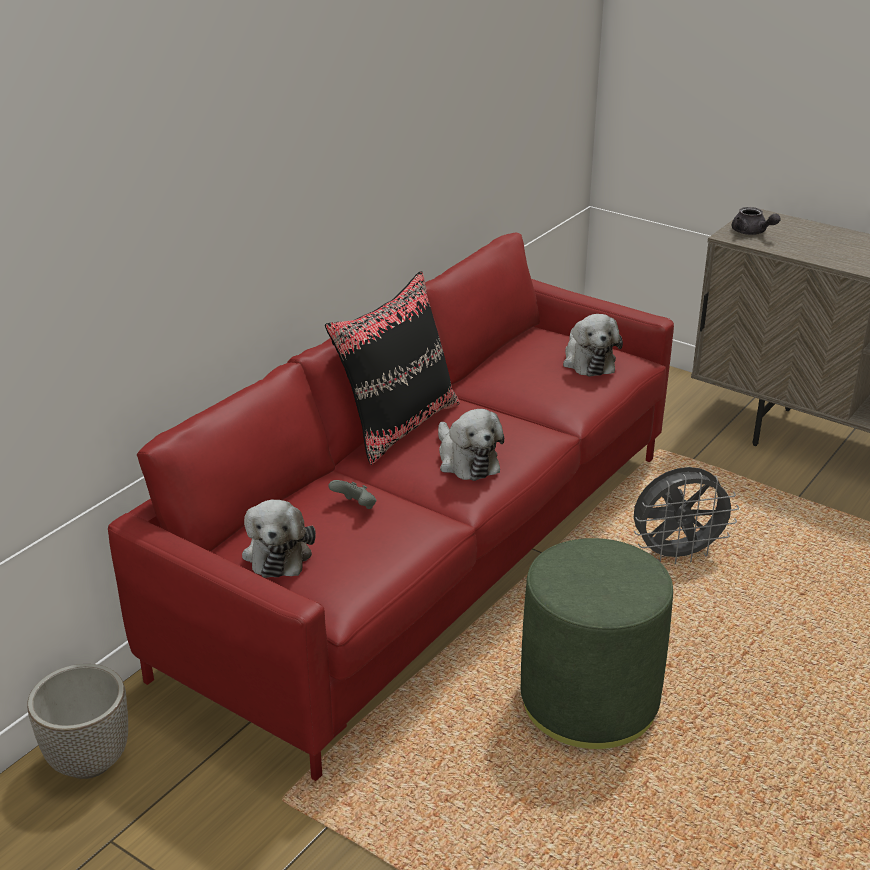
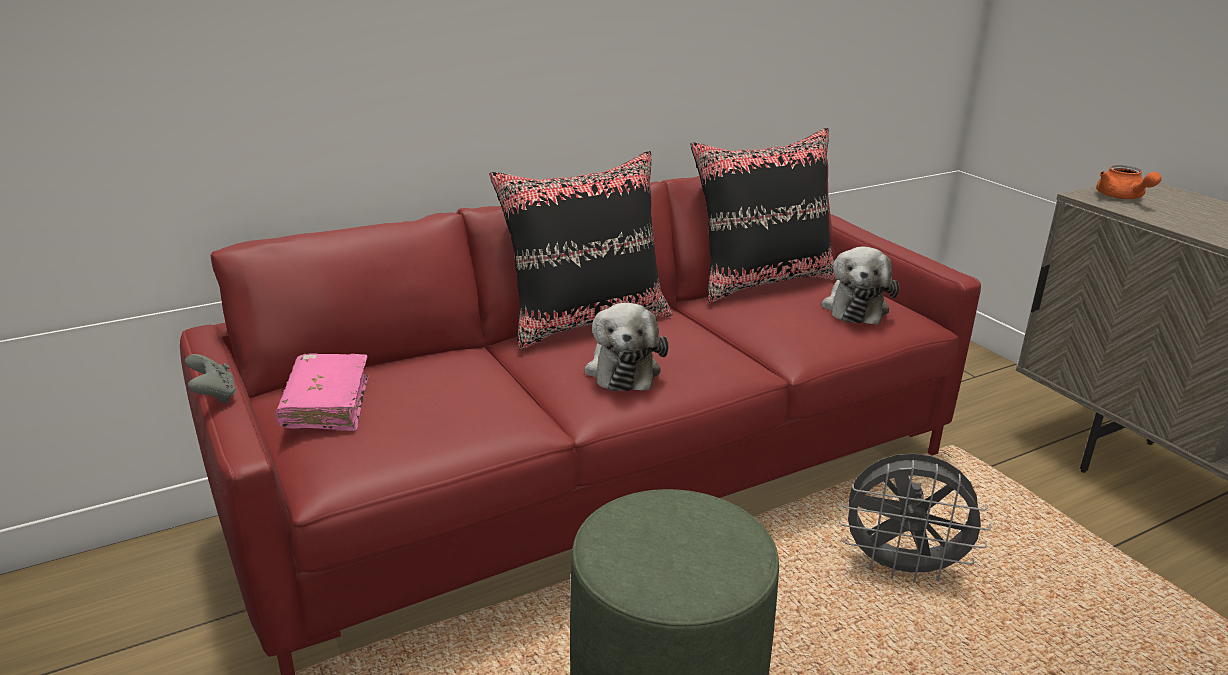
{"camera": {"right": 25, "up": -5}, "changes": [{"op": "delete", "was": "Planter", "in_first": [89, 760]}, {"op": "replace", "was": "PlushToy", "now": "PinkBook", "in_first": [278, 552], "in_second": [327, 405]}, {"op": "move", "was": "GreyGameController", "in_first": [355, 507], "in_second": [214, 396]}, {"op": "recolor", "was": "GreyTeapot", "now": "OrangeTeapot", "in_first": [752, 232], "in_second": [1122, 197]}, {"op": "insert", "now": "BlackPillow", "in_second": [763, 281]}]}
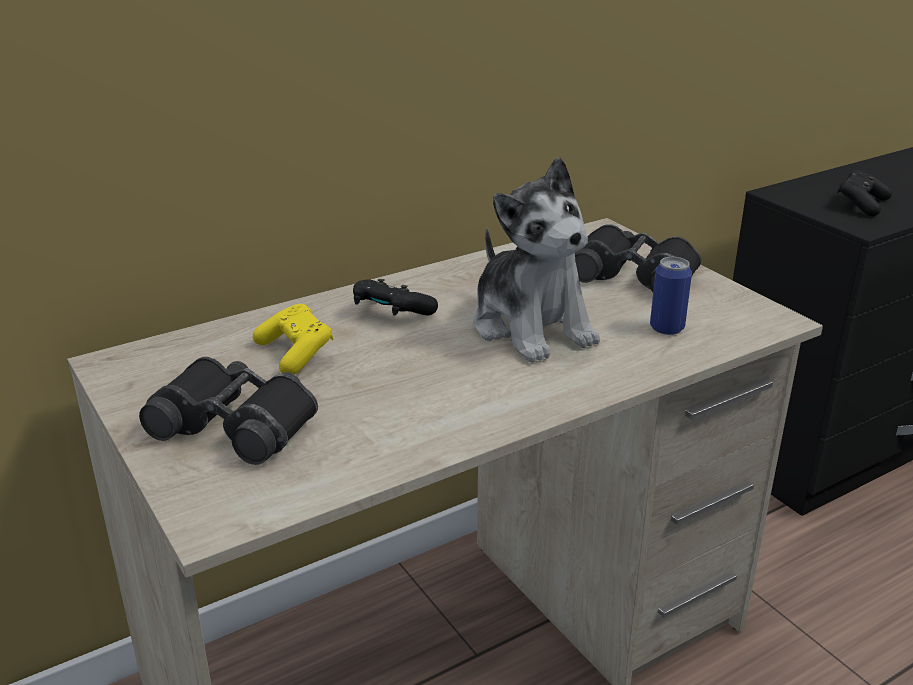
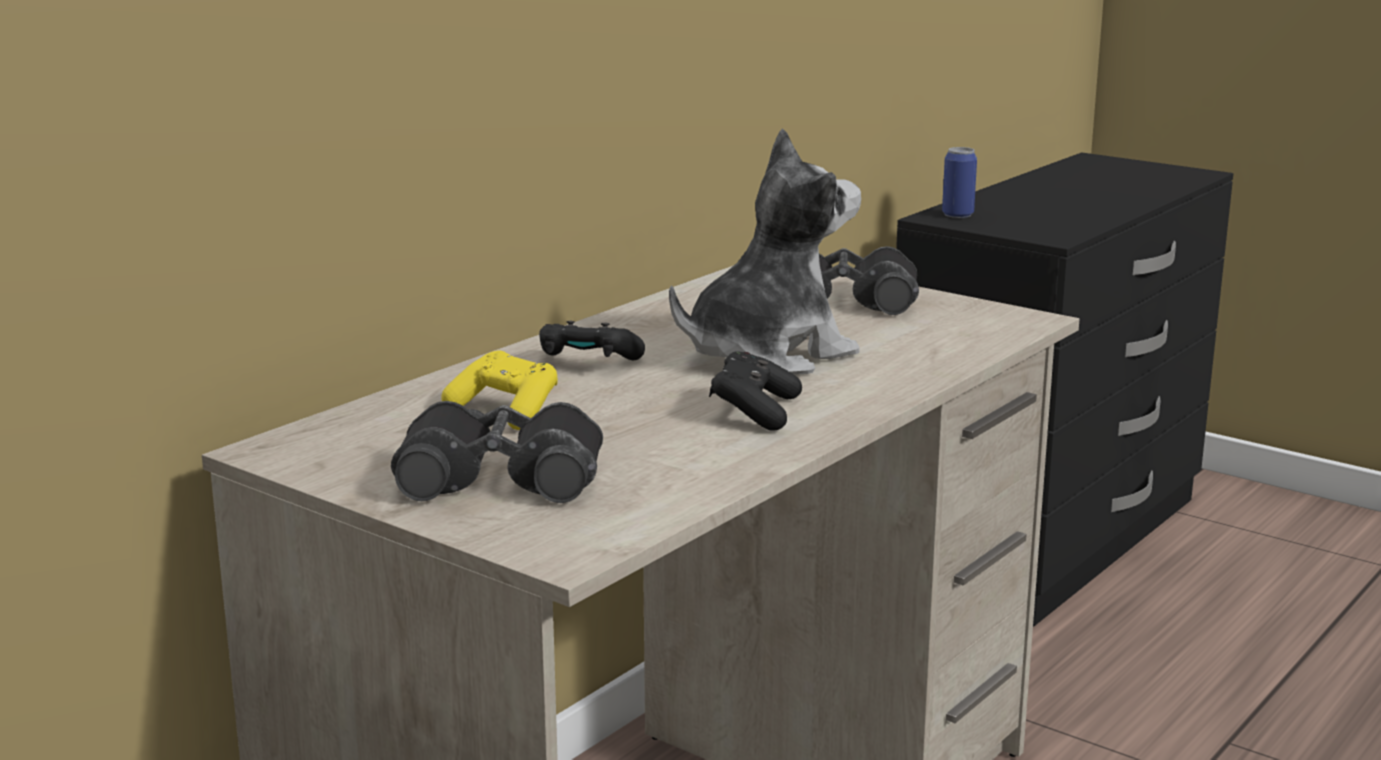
{"camera": {"right": -20, "up": -10}, "changes": [{"op": "rotate", "was": "PlushToy", "in_first": [531, 326], "in_second": [767, 355], "clockwise": -75}, {"op": "move", "was": "Can", "in_first": [667, 328], "in_second": [957, 215]}, {"op": "move", "was": "BlackGameController", "in_first": [861, 204], "in_second": [754, 411]}]}
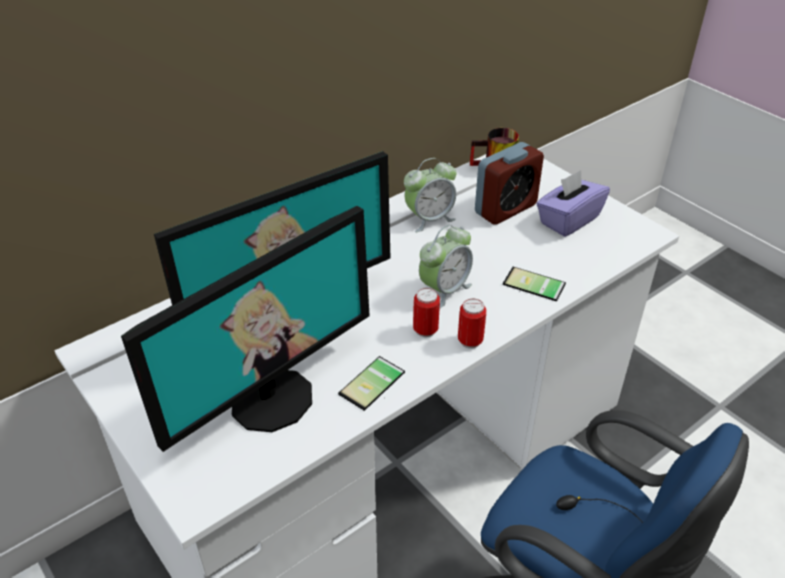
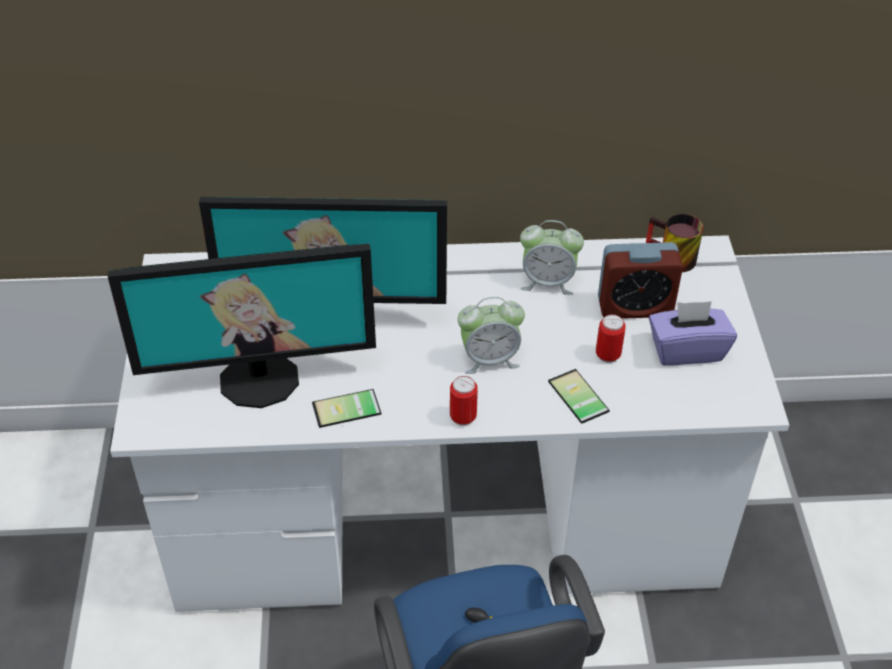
{"camera": {"right": 35, "up": 5}, "changes": [{"op": "move", "was": "Can", "in_first": [425, 330], "in_second": [607, 355]}]}
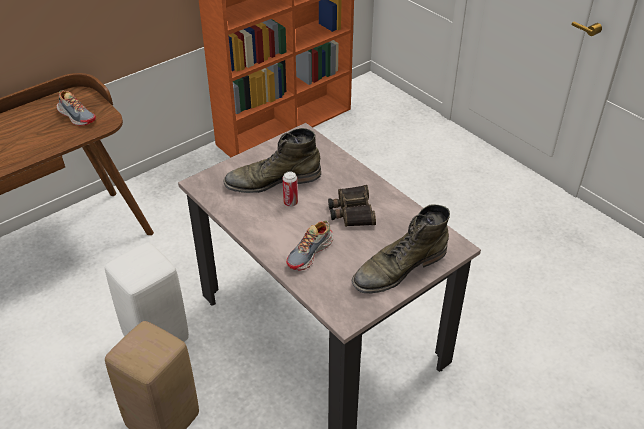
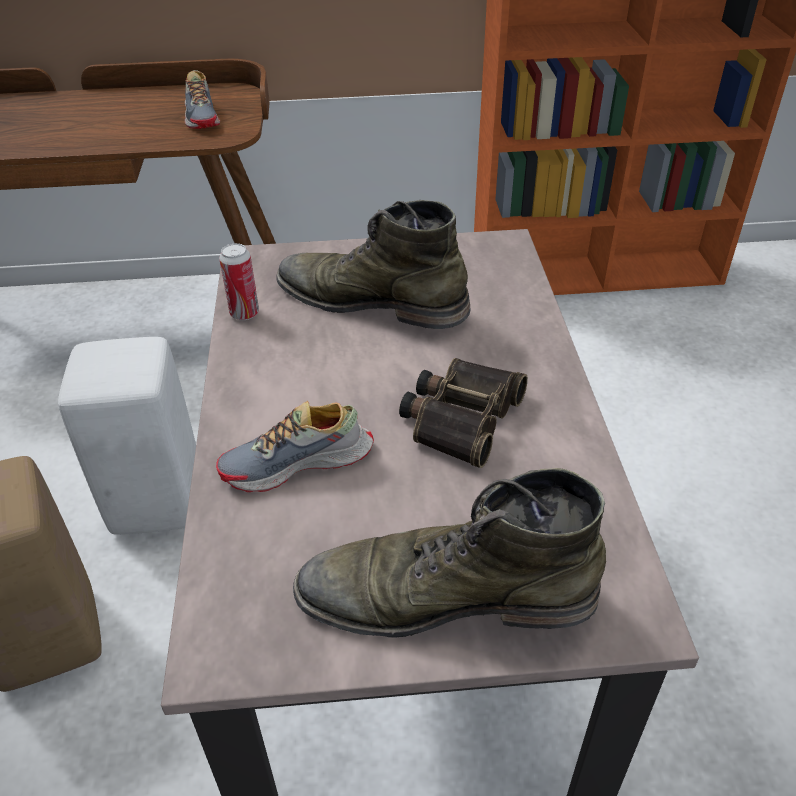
{"camera": {"right": 35, "up": 0}, "changes": [{"op": "move", "was": "Can", "in_first": [290, 203], "in_second": [244, 313]}]}
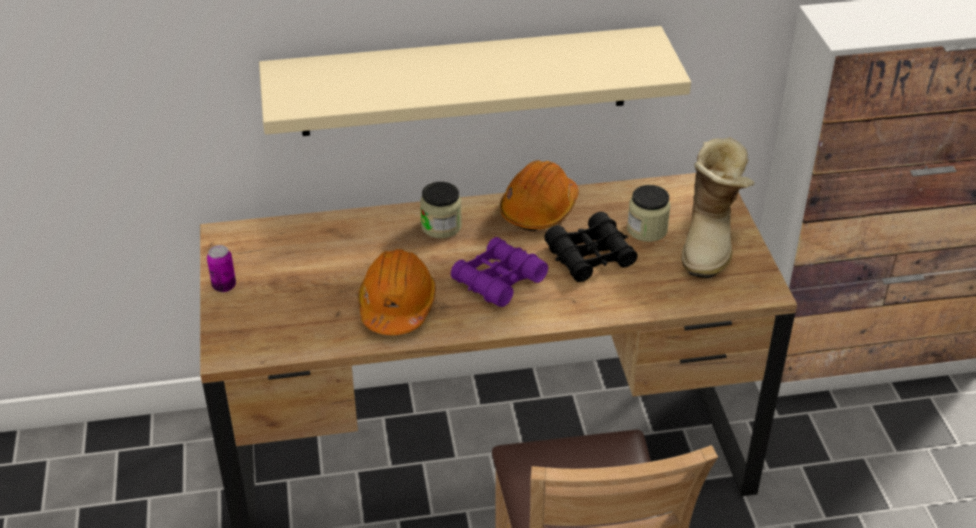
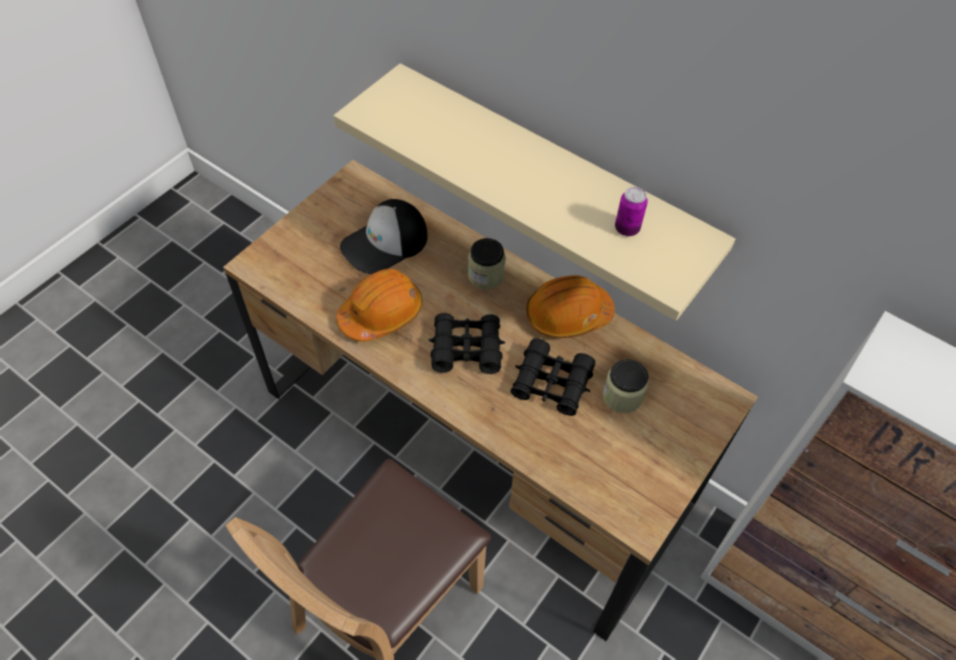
{"camera": {"right": 45, "up": 15}, "changes": [{"op": "move", "was": "Can", "in_first": [224, 286], "in_second": [627, 228]}, {"op": "recolor", "was": "PurpleBinoculars", "now": "BlackBinoculars", "in_first": [498, 280], "in_second": [466, 349]}, {"op": "delete", "was": "Boot", "in_first": [711, 242]}, {"op": "insert", "now": "Cap", "in_second": [385, 243]}]}
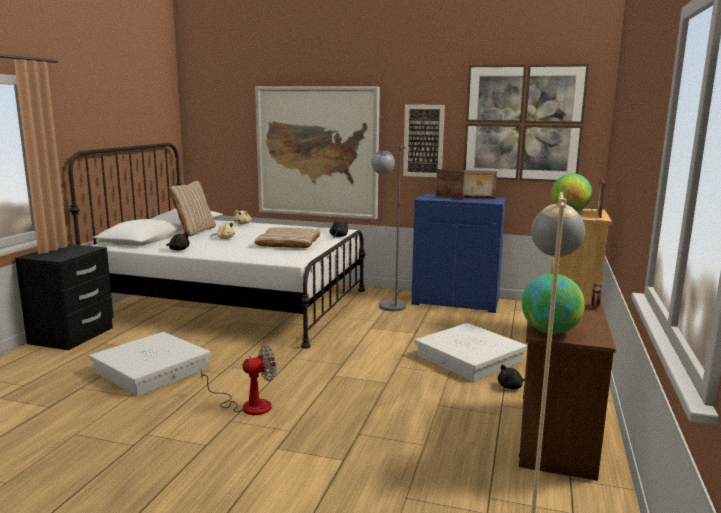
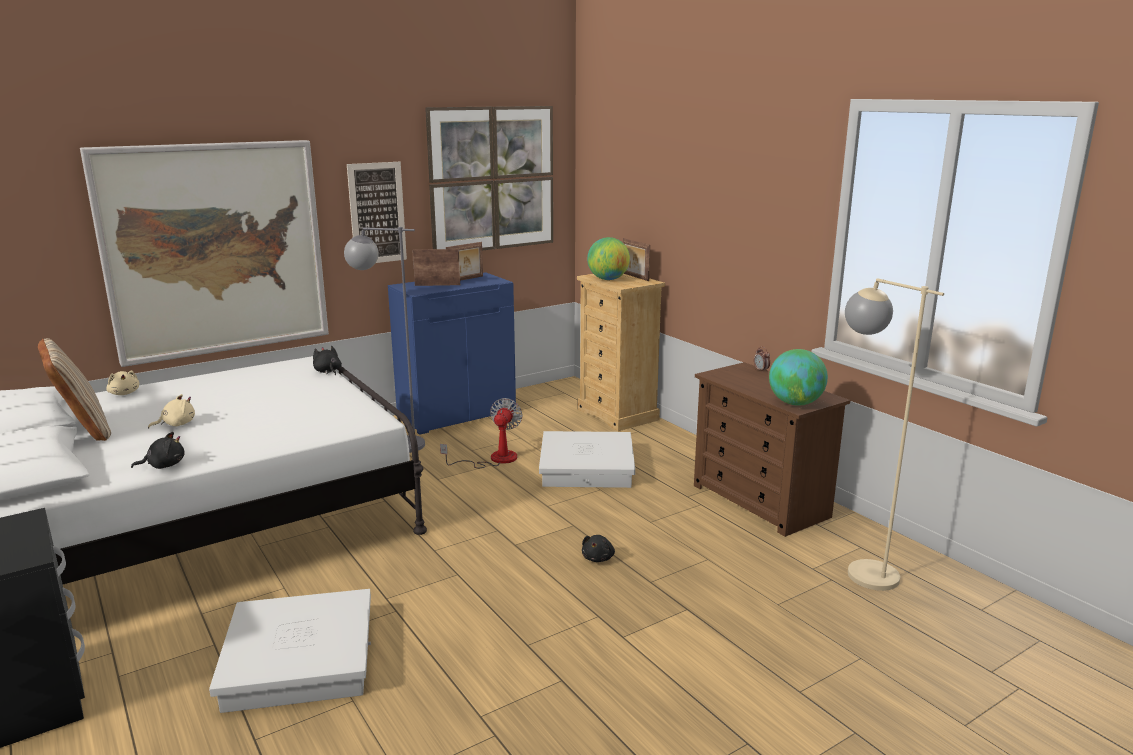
{"camera": {"right": -50, "up": 5}, "changes": [{"op": "move", "was": "Fan", "in_first": [247, 405], "in_second": [494, 459]}, {"op": "delete", "was": "BeigePillow", "in_first": [288, 243]}, {"op": "move", "was": "BlackPlushToy", "in_first": [511, 387], "in_second": [598, 558]}]}
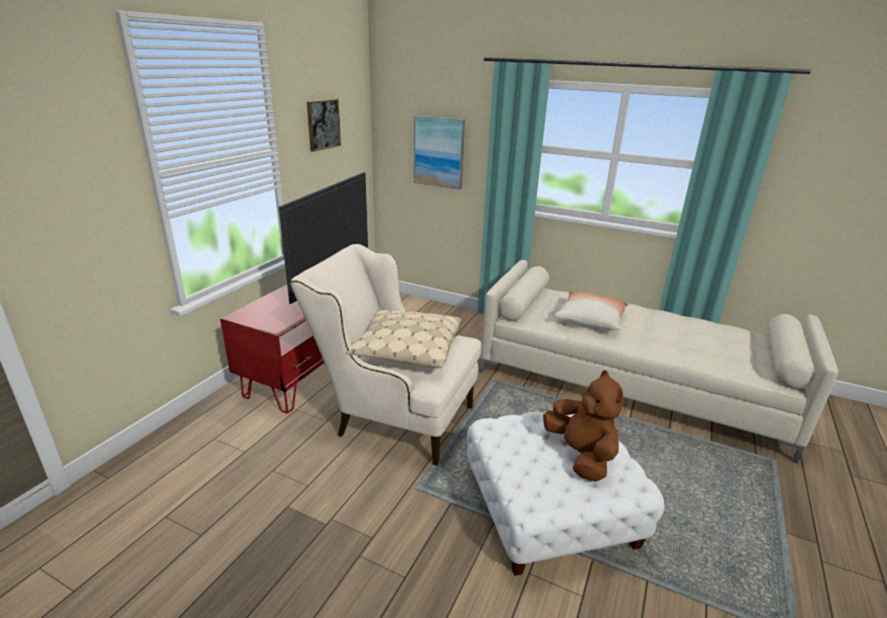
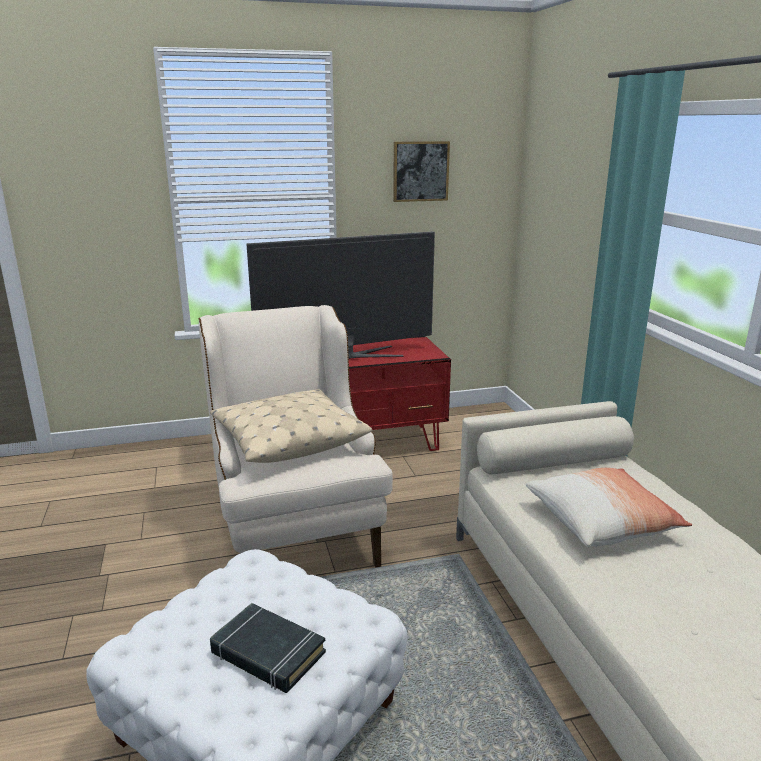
{"camera": {"right": 50, "up": -5}, "changes": [{"op": "delete", "was": "Picture", "in_first": [439, 152]}, {"op": "replace", "was": "BrownPlushToy", "now": "BlackBook", "in_first": [580, 455], "in_second": [267, 653]}]}
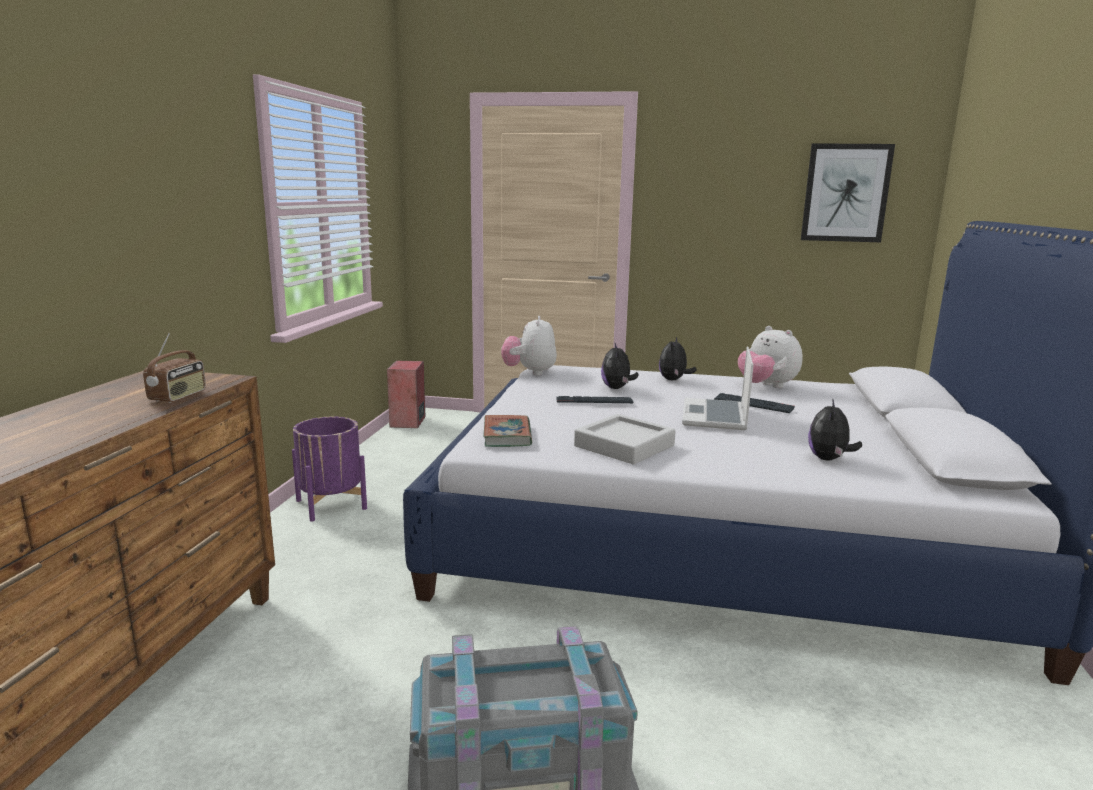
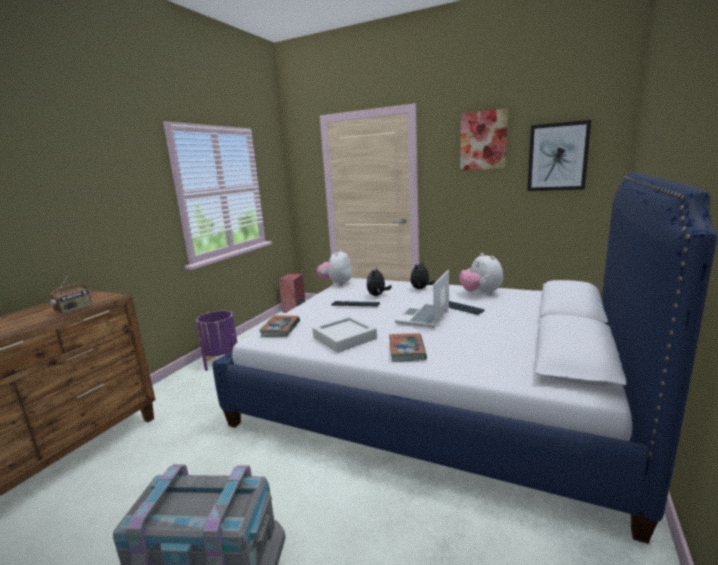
{"camera": {"right": 15, "up": 0}, "changes": [{"op": "delete", "was": "PlushToy", "in_first": [829, 459]}, {"op": "insert", "now": "Book", "in_second": [407, 350]}, {"op": "insert", "now": "Picture", "in_second": [483, 140]}]}
